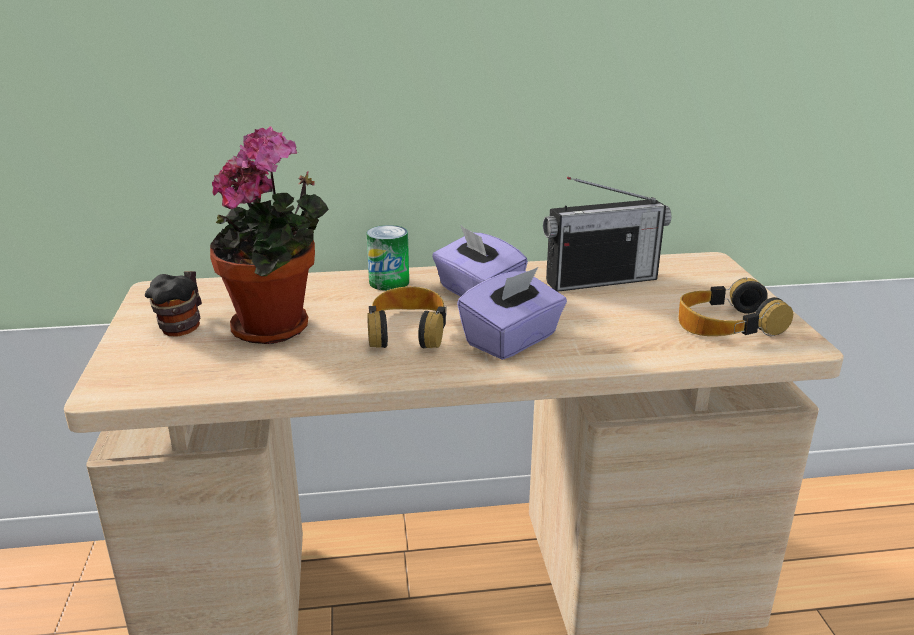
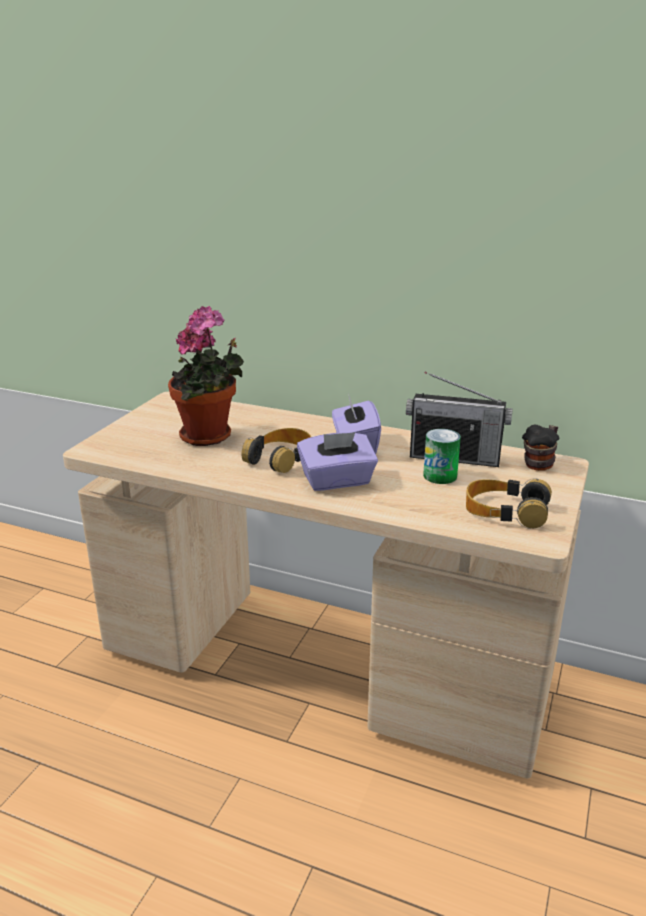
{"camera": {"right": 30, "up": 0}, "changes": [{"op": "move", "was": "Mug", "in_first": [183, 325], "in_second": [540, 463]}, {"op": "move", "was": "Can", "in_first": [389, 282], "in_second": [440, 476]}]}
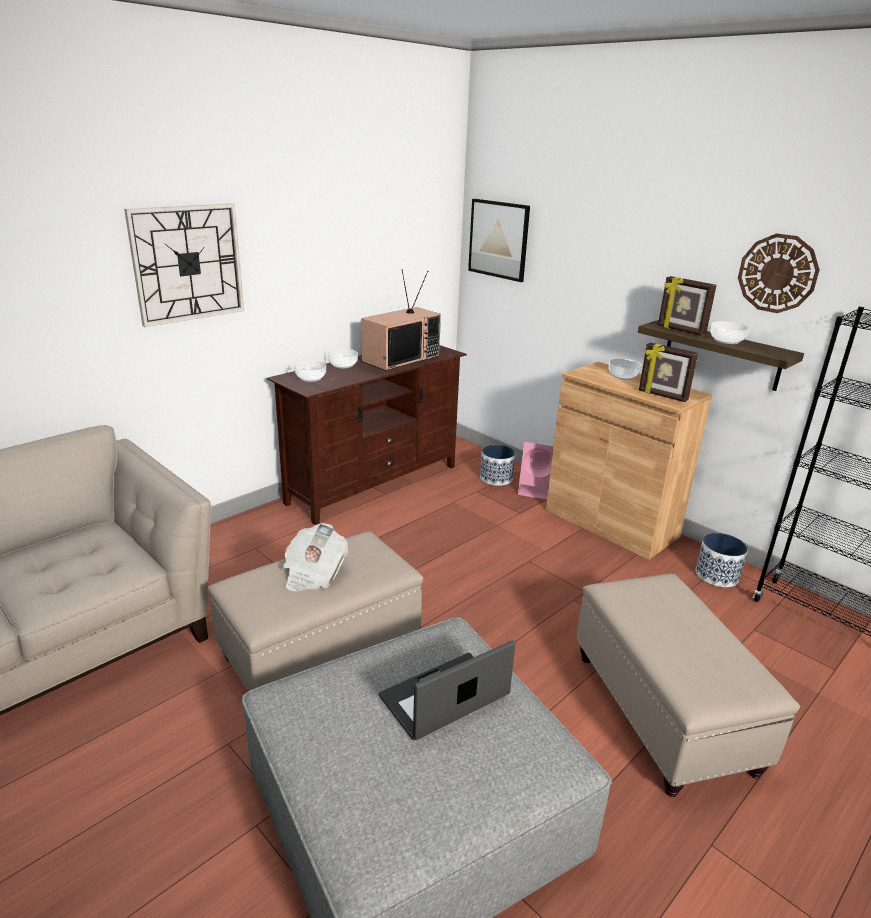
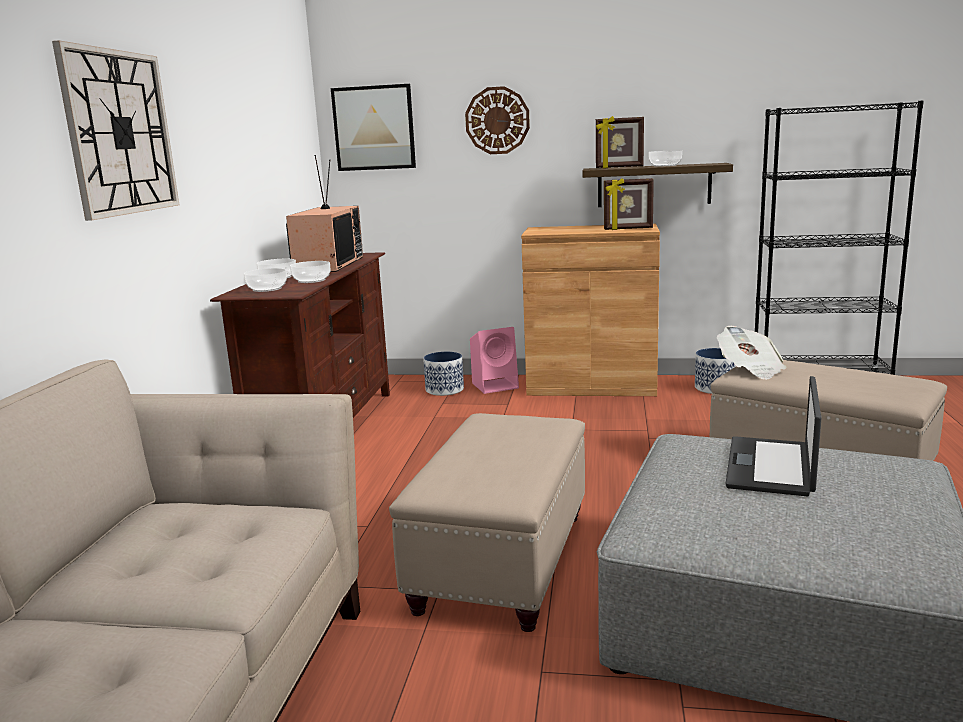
{"camera": {"right": -35, "up": -10}, "changes": [{"op": "move", "was": "Newspaper", "in_first": [313, 573], "in_second": [750, 370]}, {"op": "move", "was": "Bowl", "in_first": [623, 376], "in_second": [312, 280]}, {"op": "move", "was": "WallClock", "in_first": [777, 273], "in_second": [497, 120]}]}
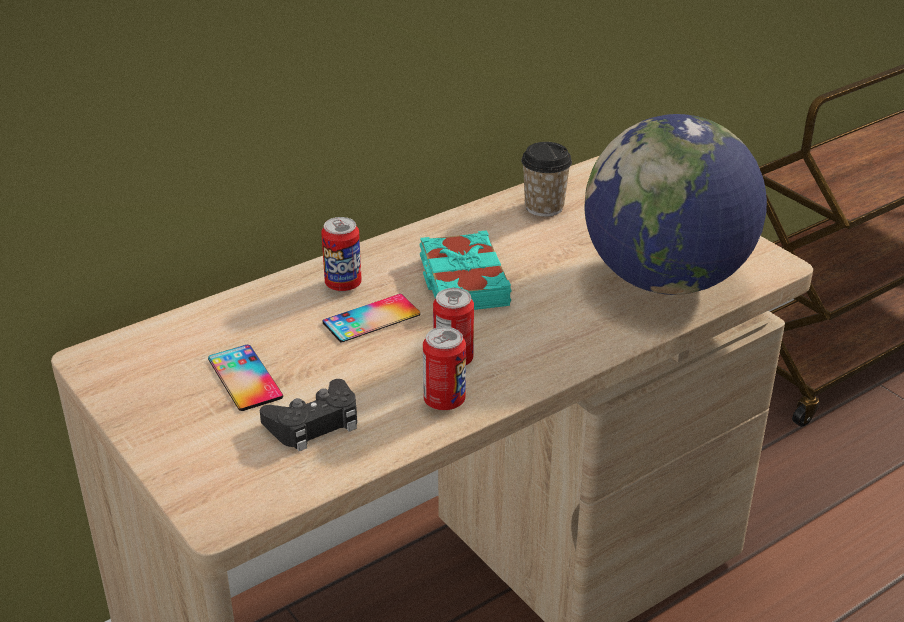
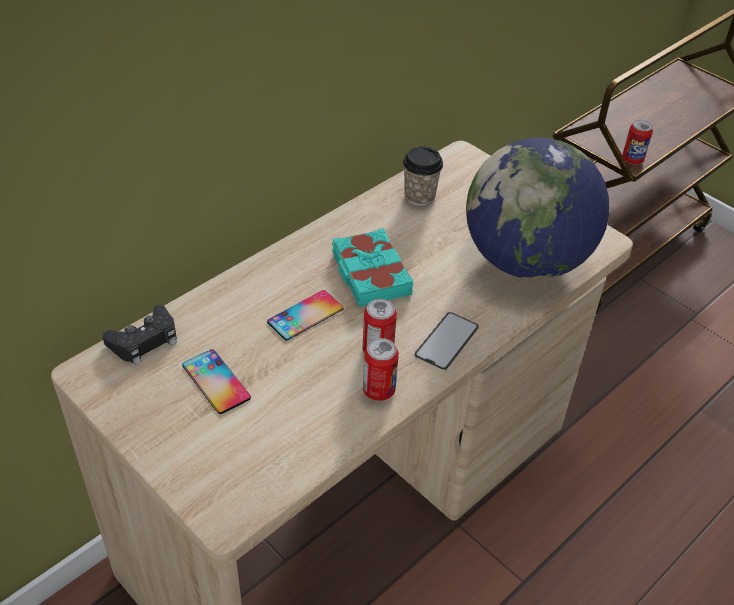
{"camera": {"right": -10, "up": 10}, "changes": [{"op": "move", "was": "BlackGameController", "in_first": [314, 423], "in_second": [144, 340]}, {"op": "move", "was": "Can", "in_first": [343, 284], "in_second": [632, 160]}, {"op": "insert", "now": "Phone", "in_second": [446, 341]}]}
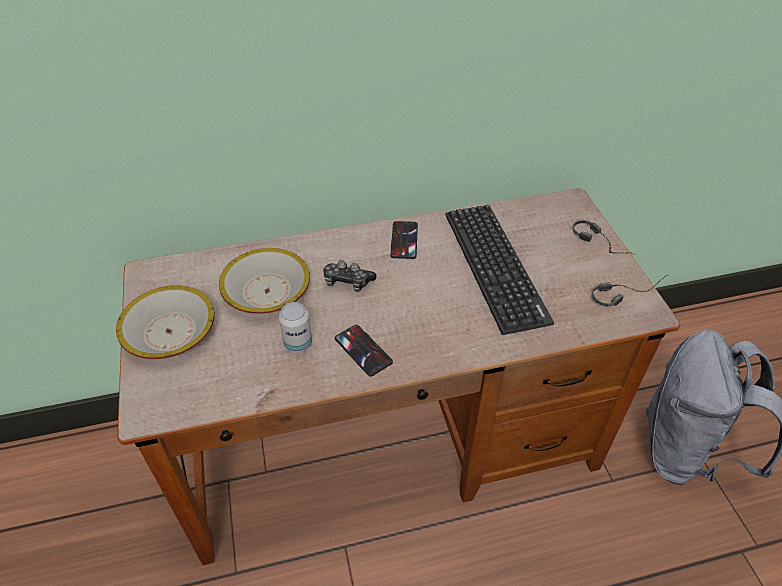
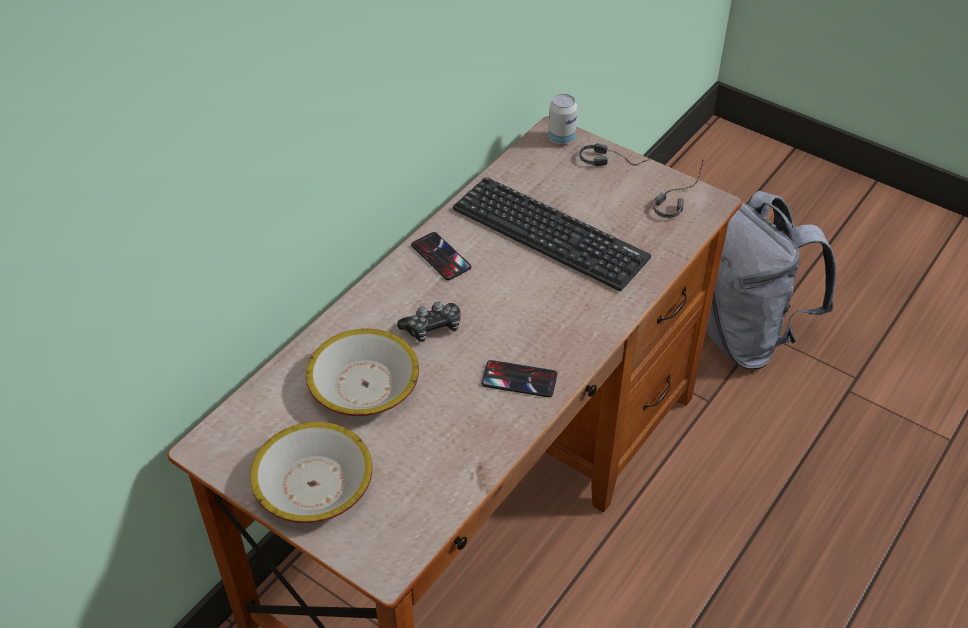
{"camera": {"right": -40, "up": 0}, "changes": [{"op": "move", "was": "Can", "in_first": [298, 343], "in_second": [561, 139]}]}
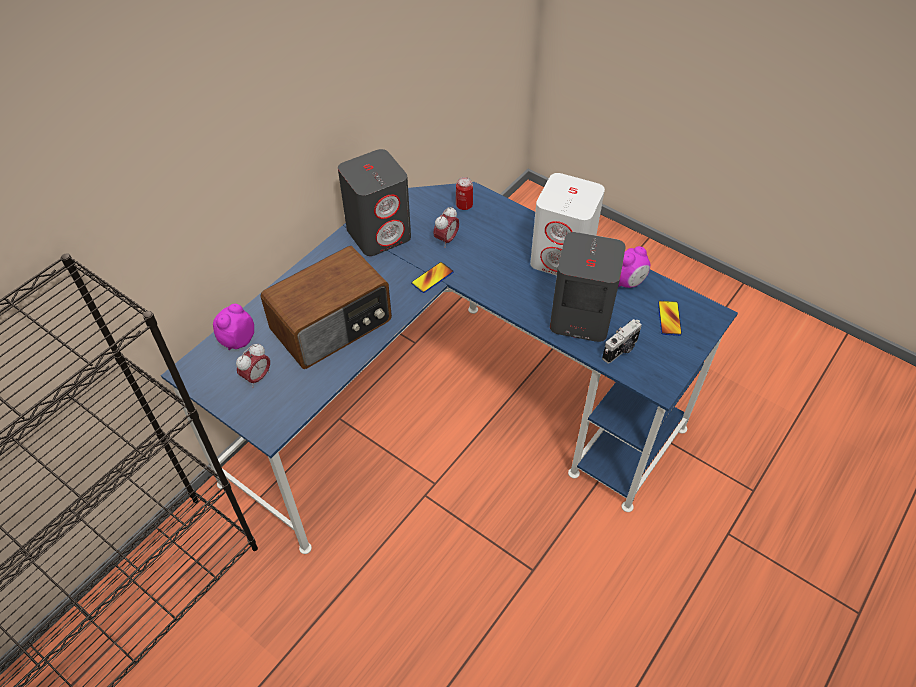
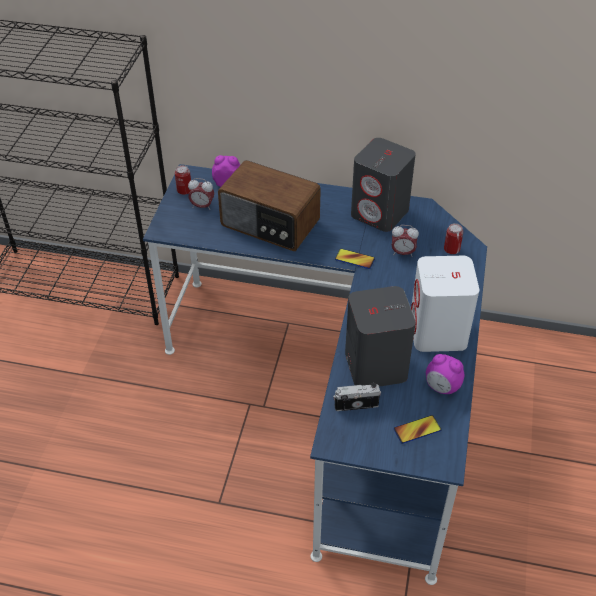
{"camera": {"right": 65, "up": -5}, "changes": [{"op": "rotate", "was": "PhotoCamera", "in_first": [621, 350], "in_second": [356, 404], "clockwise": 150}, {"op": "insert", "now": "Can", "in_second": [184, 191]}]}
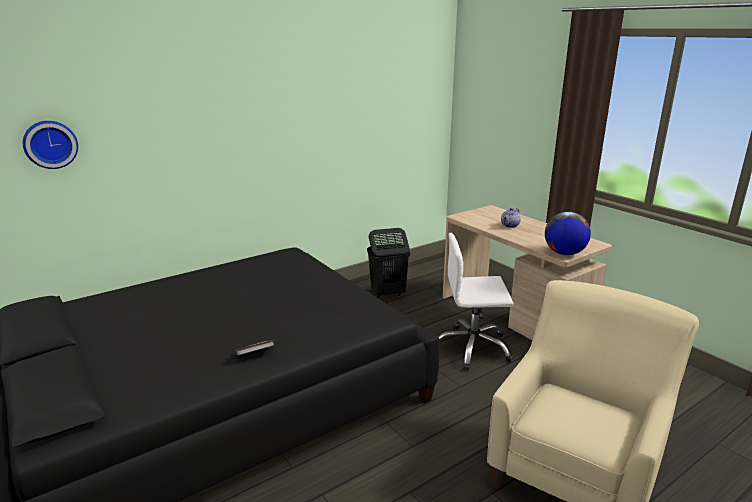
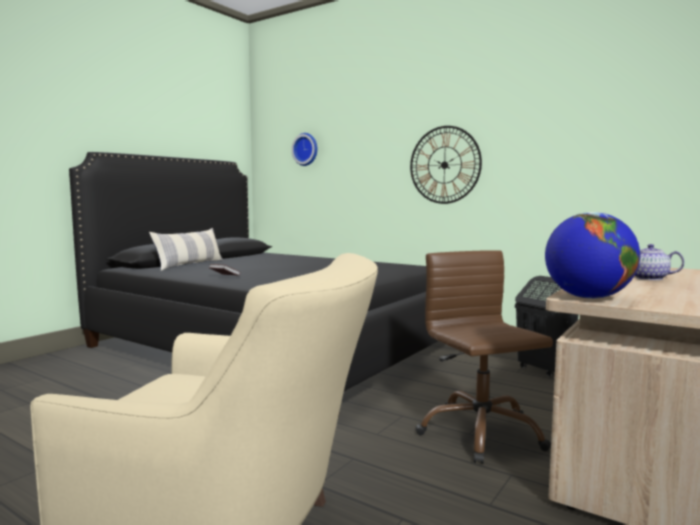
{"camera": {"right": 70, "up": -15}, "changes": [{"op": "recolor", "was": "WhiteOfficeChair", "now": "BrownOfficeChair", "in_first": [472, 348], "in_second": [480, 432]}, {"op": "insert", "now": "Pillow", "in_second": [189, 265]}, {"op": "insert", "now": "WallClock", "in_second": [444, 165]}]}
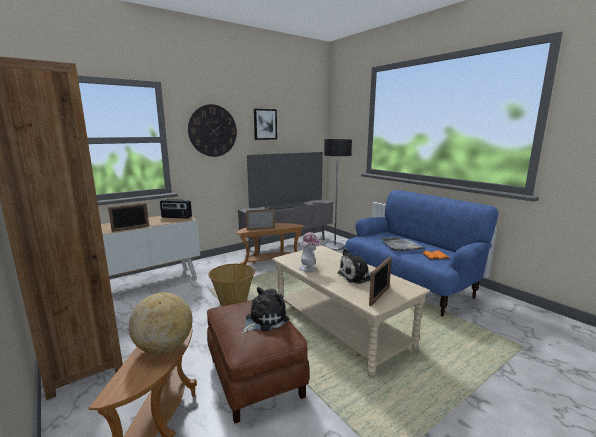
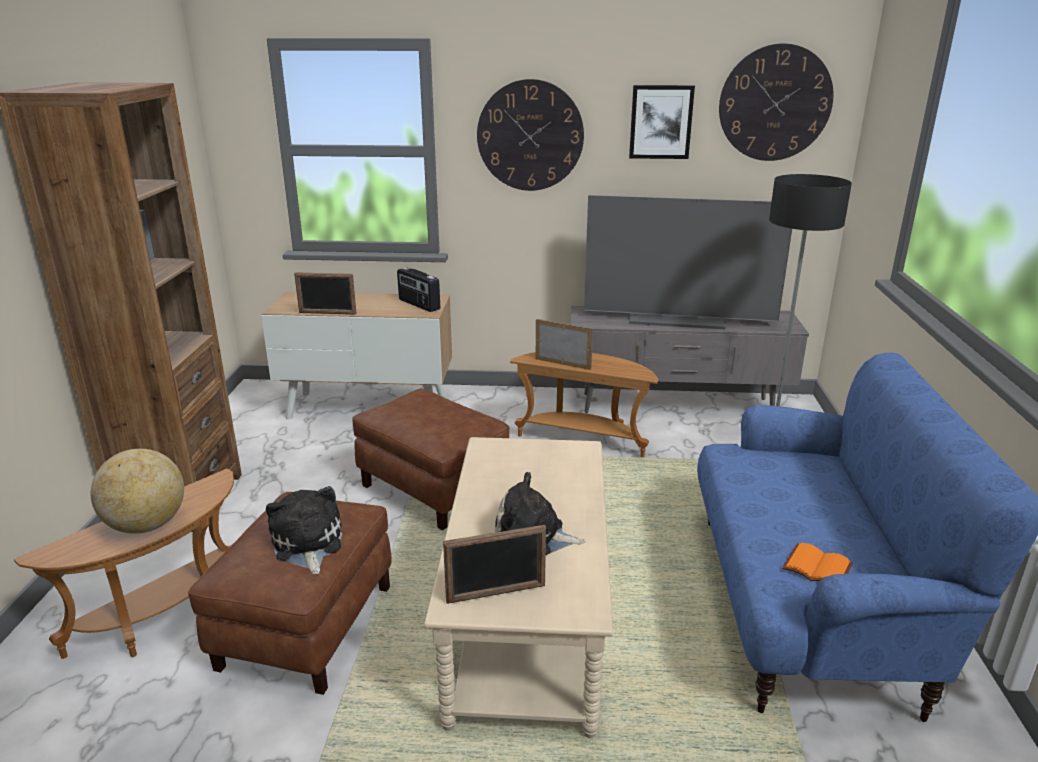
{"camera": {"right": 40, "up": 10}, "changes": [{"op": "replace", "was": "Basket", "now": "BrownOttoman", "in_first": [233, 301], "in_second": [433, 489]}, {"op": "rotate", "was": "PlushToy", "in_first": [264, 320], "in_second": [307, 544], "clockwise": -105}, {"op": "delete", "was": "Hat", "in_first": [309, 268]}, {"op": "delete", "was": "GreyTray", "in_first": [401, 246]}, {"op": "insert", "now": "WallClock", "in_second": [775, 103]}]}
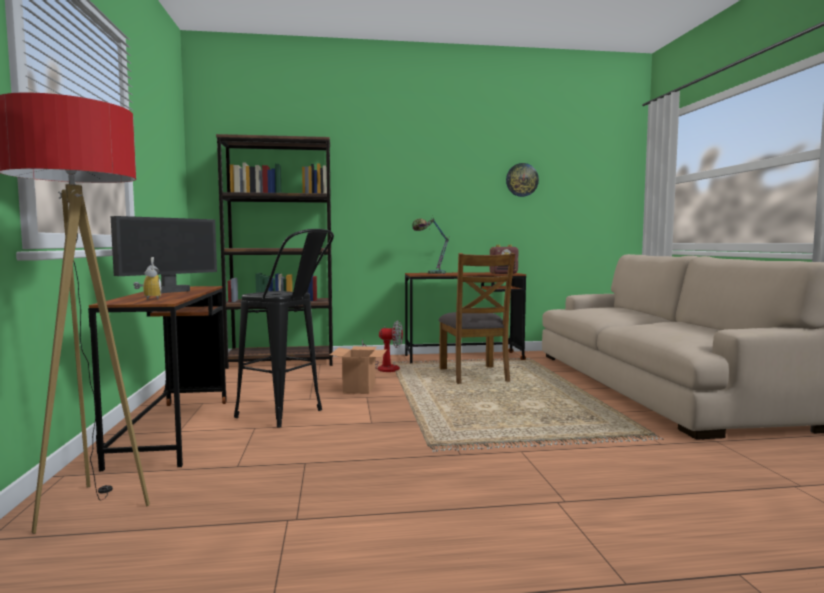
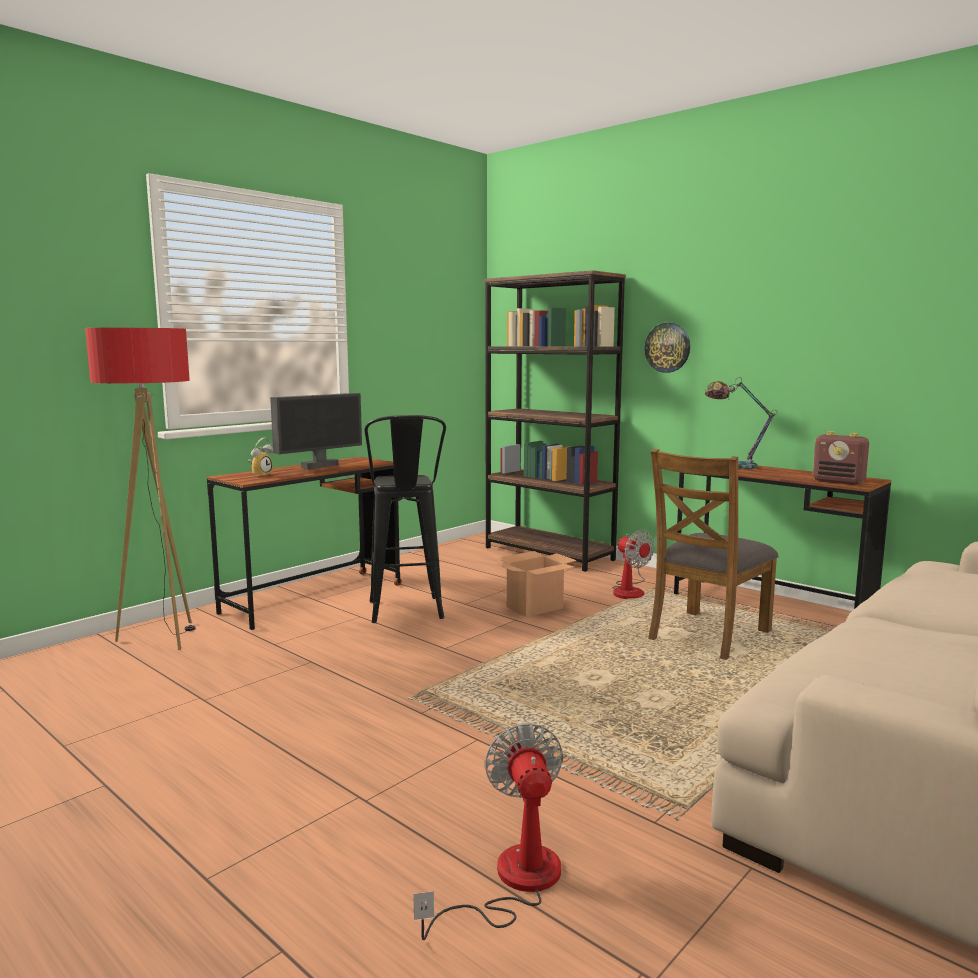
{"camera": {"right": 50, "up": 5}, "changes": [{"op": "rotate", "was": "Monitor", "in_first": [168, 292], "in_second": [319, 466], "clockwise": -45}, {"op": "move", "was": "WallClock", "in_first": [522, 180], "in_second": [667, 347]}, {"op": "insert", "now": "Fan", "in_second": [512, 882]}]}
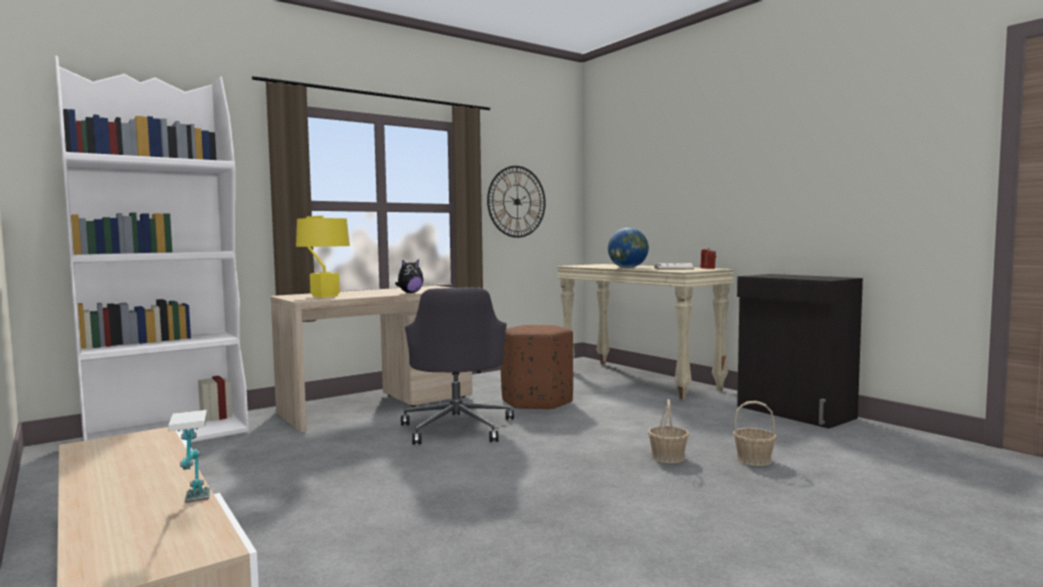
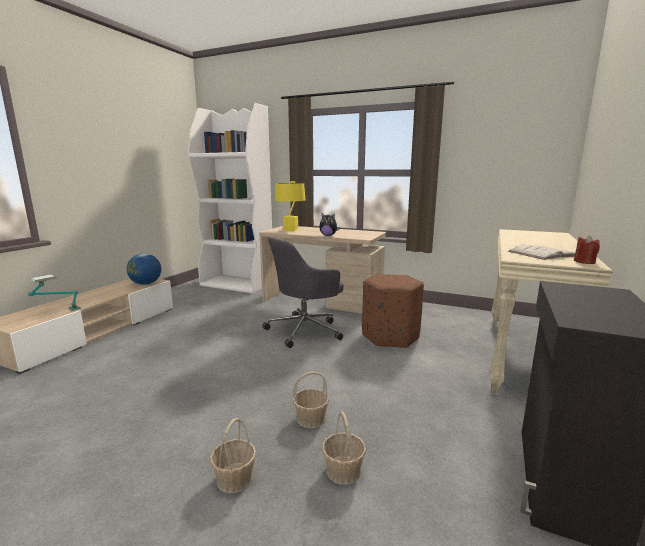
{"camera": {"right": 60, "up": 10}, "changes": [{"op": "delete", "was": "WallClock", "in_first": [517, 201]}, {"op": "move", "was": "Globe", "in_first": [628, 268], "in_second": [146, 284]}, {"op": "insert", "now": "Basket", "in_second": [234, 478]}]}
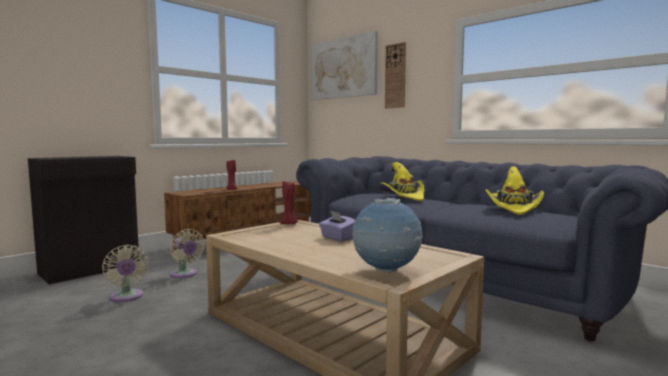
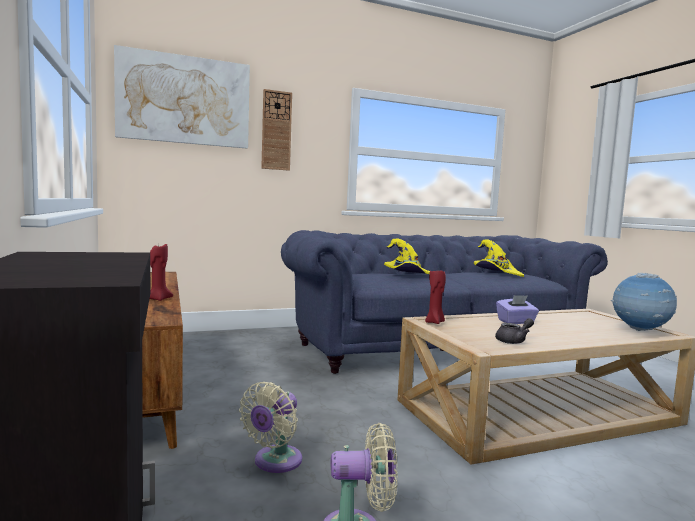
{"camera": {"right": -65, "up": 0}, "changes": [{"op": "rotate", "was": "BeigeFan", "in_first": [185, 274], "in_second": [275, 462], "clockwise": 135}, {"op": "insert", "now": "GreyTeapot", "in_second": [514, 341]}]}
